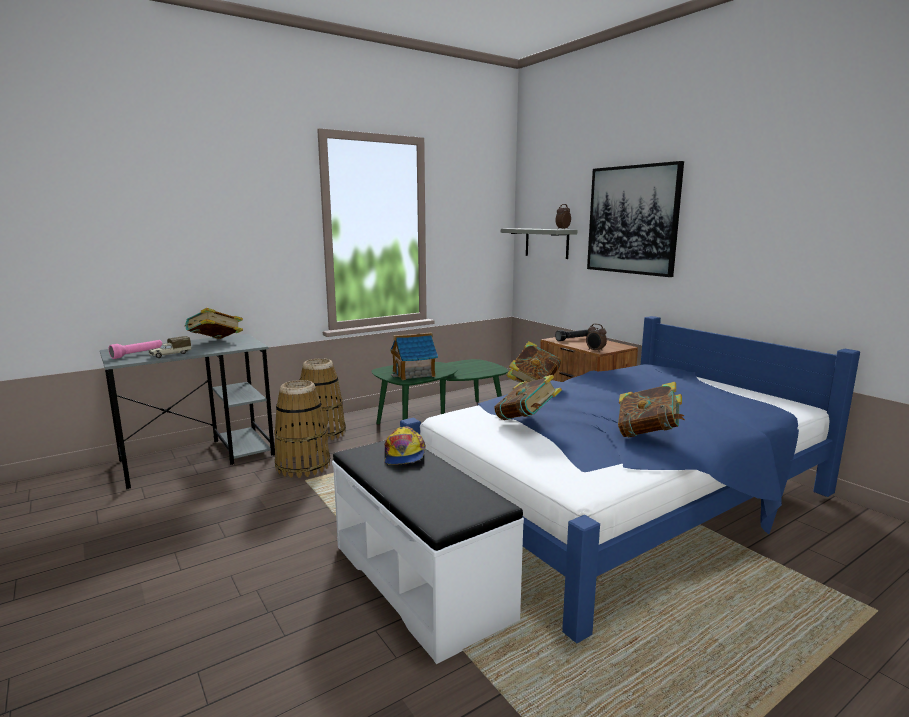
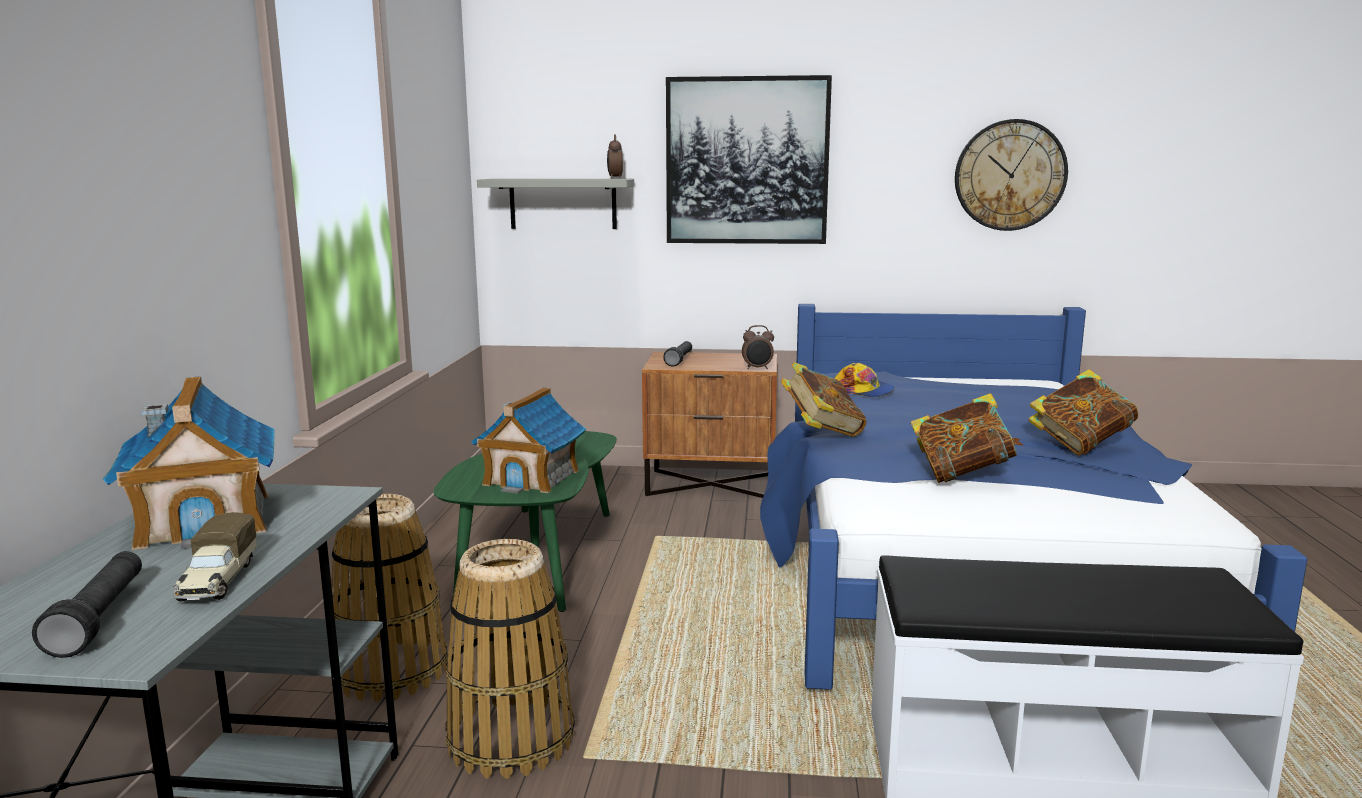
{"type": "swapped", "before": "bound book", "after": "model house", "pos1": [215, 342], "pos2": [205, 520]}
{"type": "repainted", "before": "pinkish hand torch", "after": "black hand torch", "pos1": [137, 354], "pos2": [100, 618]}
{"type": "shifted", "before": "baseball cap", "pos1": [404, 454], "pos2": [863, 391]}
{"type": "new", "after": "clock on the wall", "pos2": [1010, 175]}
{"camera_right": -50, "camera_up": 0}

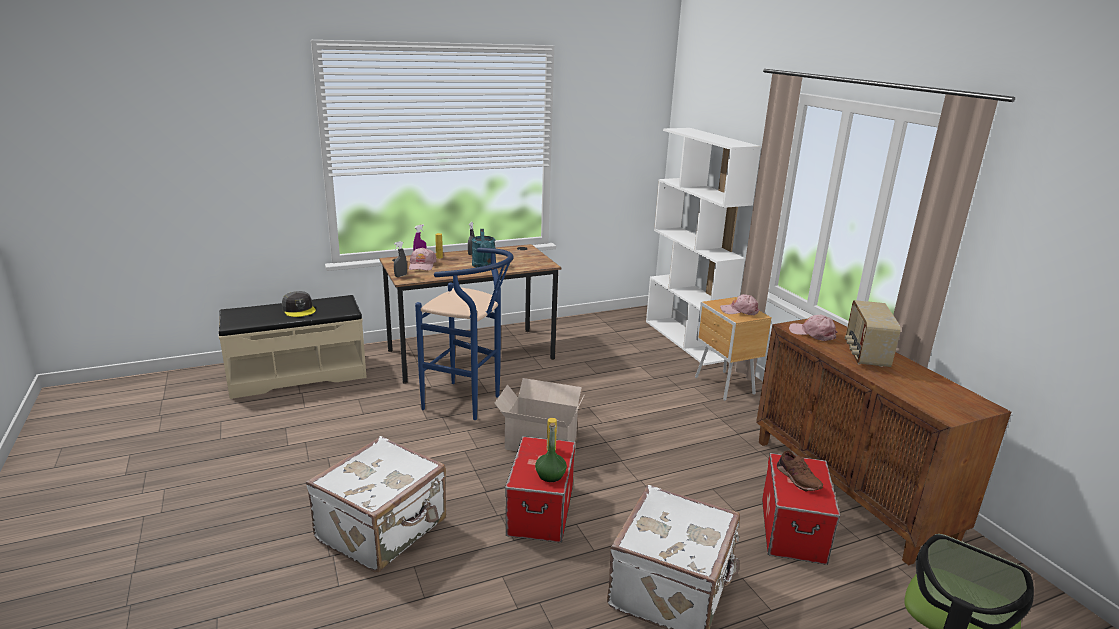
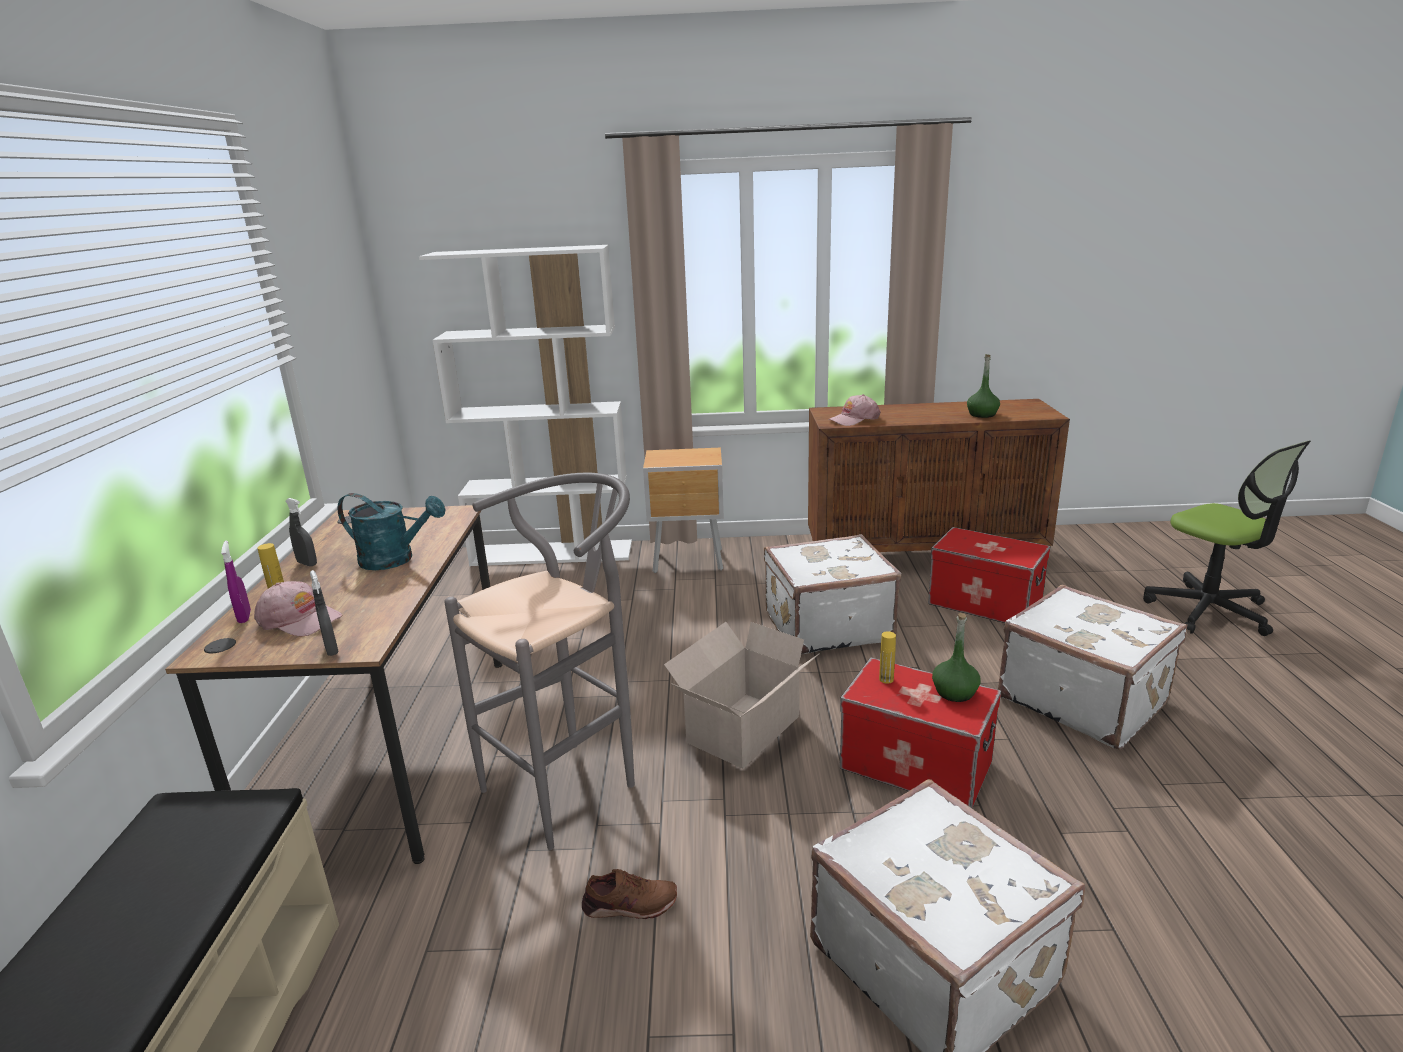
{"type": "repainted", "before": "blue stool", "after": "gray stool", "pos1": [469, 403], "pos2": [572, 783]}
{"type": "gone", "before": "gray baseball cap", "pos1": [299, 309]}
{"type": "gone", "before": "pinkish baseball cap", "pos1": [739, 311]}
{"type": "gone", "before": "radio set", "pos1": [865, 355]}
{"type": "shifted", "before": "brownish item of footwear", "pos1": [797, 478], "pos2": [629, 905]}
{"type": "new", "after": "green bottle", "pos2": [982, 414]}
{"type": "new", "after": "white-coloured travel case", "pos2": [826, 626]}
{"camera_right": -65, "camera_up": 0}

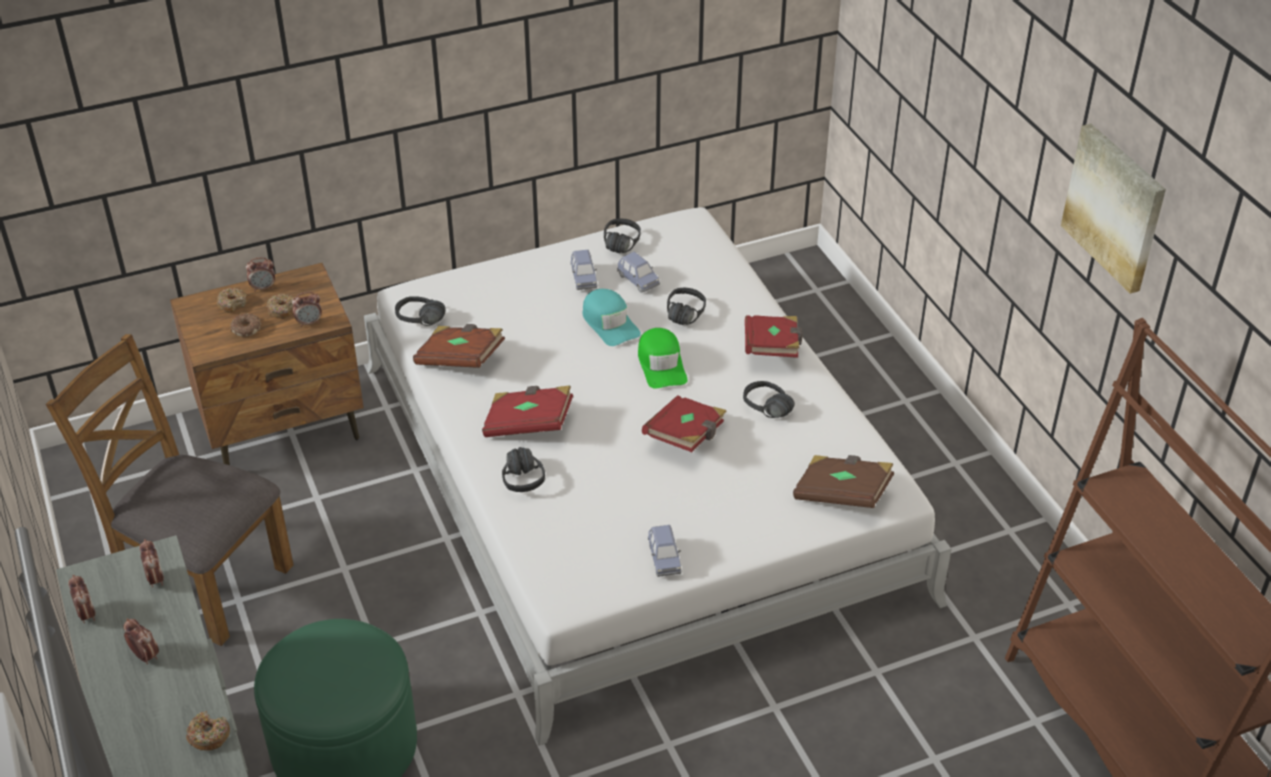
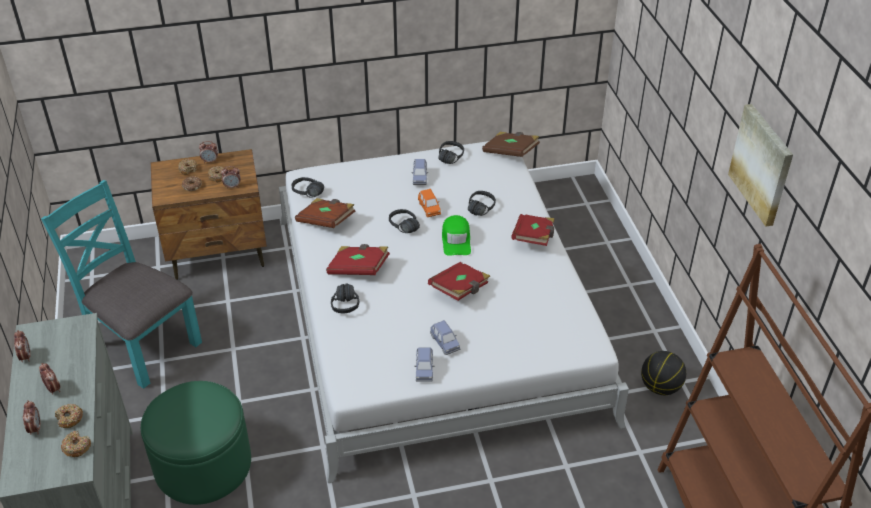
{"type": "shifted", "before": "blue toy car", "pos1": [638, 281], "pos2": [445, 343]}
{"type": "swapped", "before": "blue-green baseball cap", "after": "orangey toy car", "pos1": [609, 323], "pos2": [429, 209]}
{"type": "repainted", "before": "brownish chair", "after": "blue-green chair", "pos1": [201, 579], "pos2": [142, 344]}
{"type": "shifted", "before": "black headset", "pos1": [763, 411], "pos2": [400, 228]}
{"type": "shifted", "before": "brownish bound book", "pos1": [842, 494], "pos2": [511, 152]}
{"type": "shifted", "before": "alarm clock", "pos1": [155, 579], "pos2": [35, 428]}
{"type": "new", "after": "ball for basketball", "pos2": [660, 387]}
{"type": "new", "after": "ring doughnut", "pos2": [69, 419]}
{"camera_right": 10, "camera_up": 0}

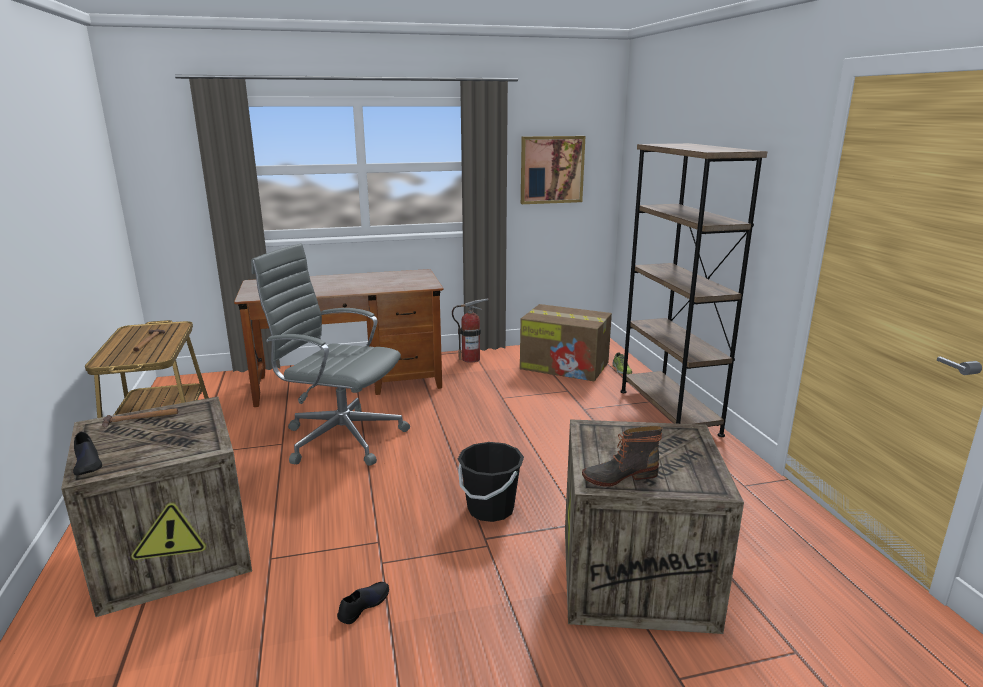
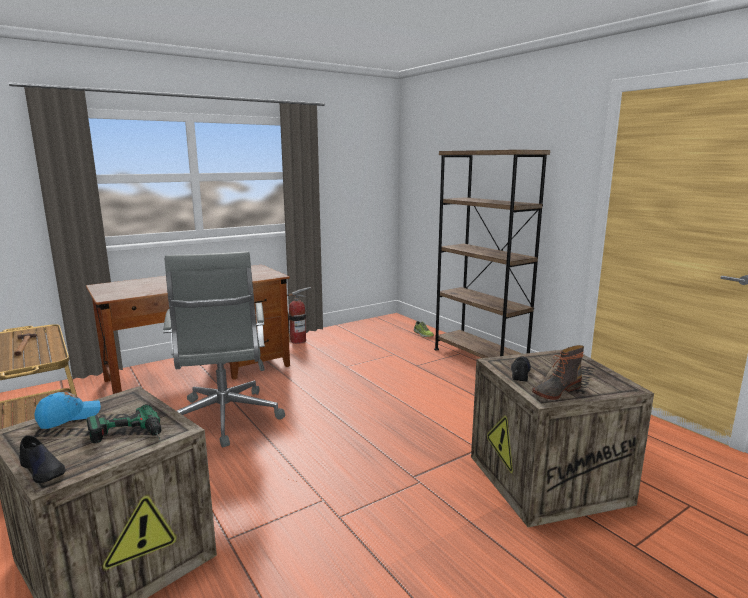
{"type": "gone", "before": "picture", "pos1": [551, 169]}
{"type": "rotated", "before": "gray office chair", "pos1": [340, 437], "pos2": [224, 419], "turn": -105}
{"type": "gone", "before": "cardboard box", "pos1": [565, 366]}
{"type": "swapped", "before": "tool hammer", "after": "blue baseball cap", "pos1": [141, 418], "pos2": [69, 417]}
{"type": "gone", "before": "black water bucket", "pos1": [490, 509]}
{"type": "shifted", "before": "black item of footwear", "pos1": [363, 606], "pos2": [520, 373]}
{"type": "new", "after": "power drill", "pos2": [128, 436]}
{"camera_right": -20, "camera_up": -5}

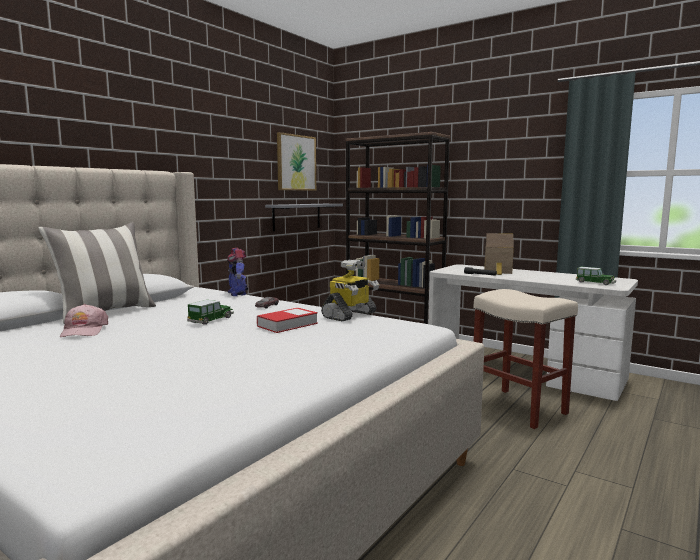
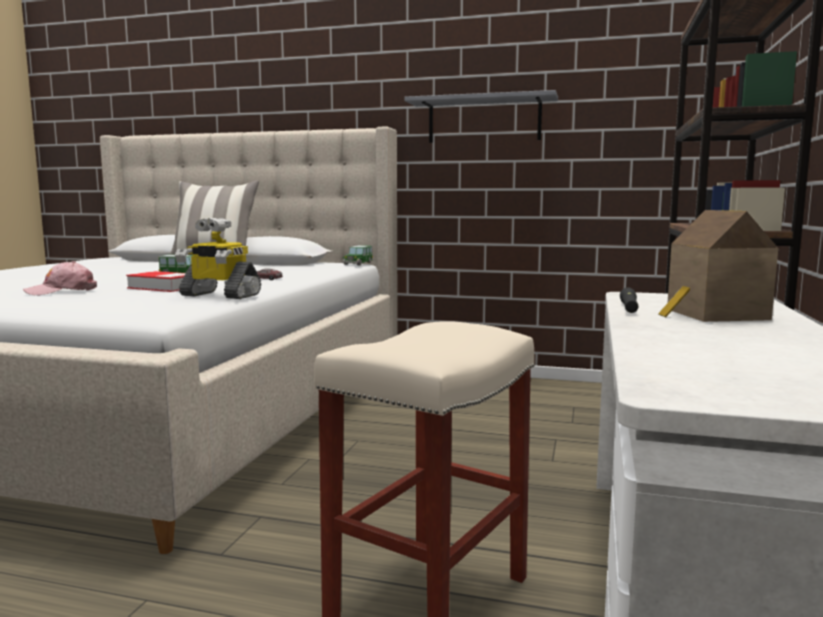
{"type": "gone", "before": "picture", "pos1": [296, 163]}
{"type": "shifted", "before": "gray bracket shelf", "pos1": [297, 216], "pos2": [484, 120]}
{"type": "gone", "before": "model robot", "pos1": [238, 293]}
{"type": "shifted", "before": "toy car", "pos1": [595, 283], "pos2": [358, 263]}
{"type": "shifted", "before": "pinkish baseball cap", "pos1": [84, 331], "pos2": [62, 291]}
{"camera_right": 70, "camera_up": 0}

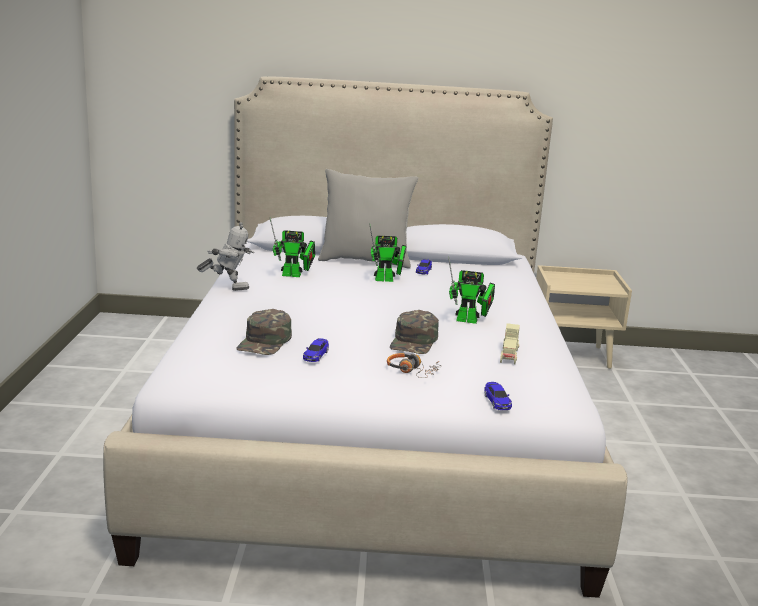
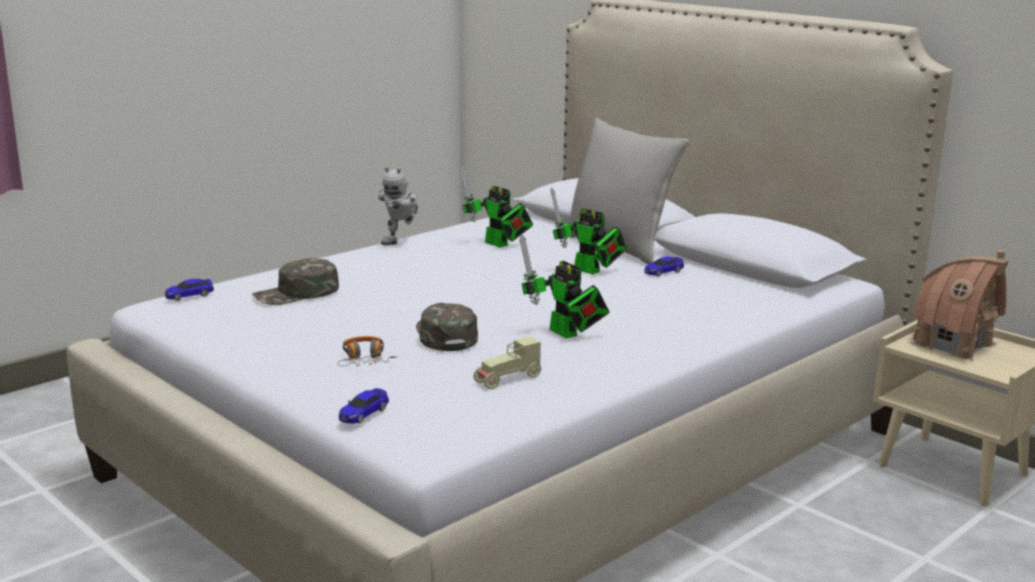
{"type": "rotated", "before": "model robot", "pos1": [227, 288], "pos2": [401, 242], "turn": 75}
{"type": "rotated", "before": "green baseball cap", "pos1": [414, 341], "pos2": [444, 335], "turn": 105}
{"type": "shifted", "before": "toy car", "pos1": [316, 355], "pos2": [189, 295]}
{"type": "new", "after": "model house", "pos2": [954, 345]}
{"camera_right": 45, "camera_up": 0}

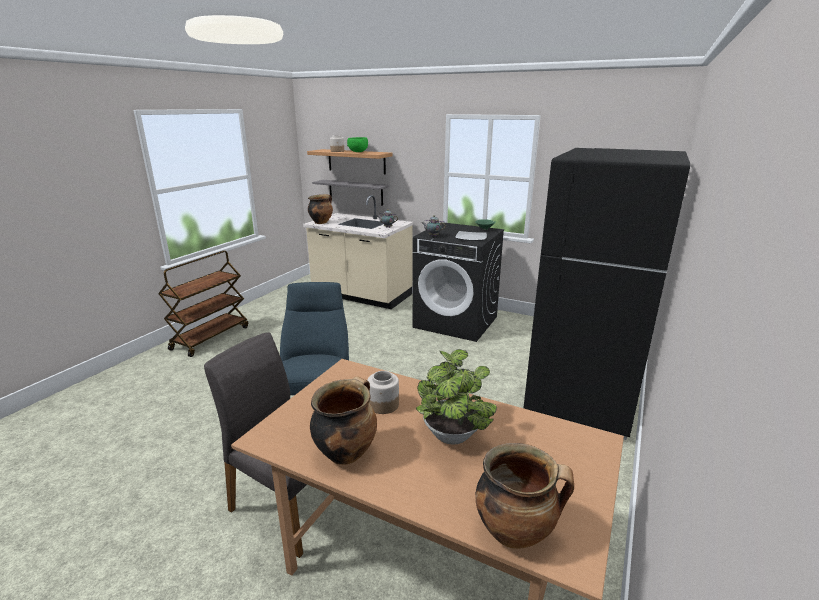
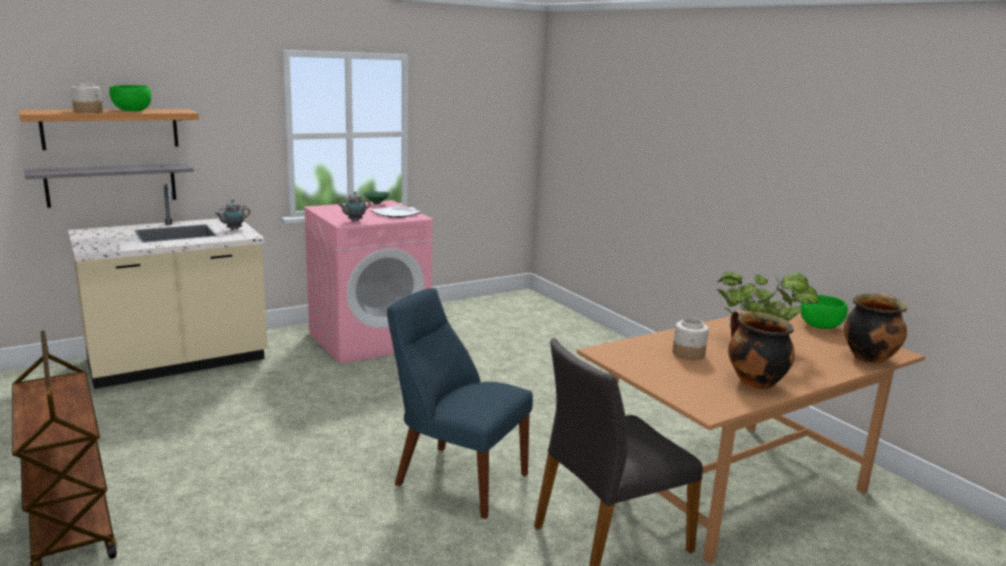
{"type": "gone", "before": "black fridge", "pos1": [582, 397]}
{"type": "gone", "before": "saucepot", "pos1": [321, 222]}
{"type": "repainted", "before": "black laundry machine", "after": "pinkish laundry machine", "pos1": [456, 322], "pos2": [369, 339]}
{"type": "new", "after": "green deep dish", "pos2": [820, 326]}
{"camera_right": -60, "camera_up": -5}

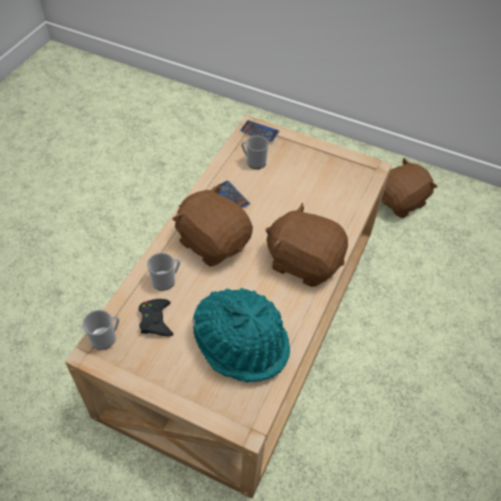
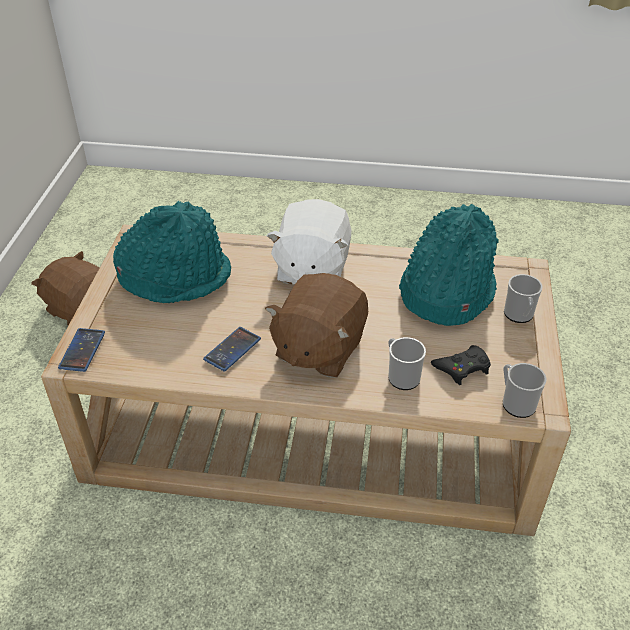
{"type": "shifted", "before": "coffee mug", "pos1": [254, 161], "pos2": [519, 316]}
{"type": "repainted", "before": "brownish soft toy", "after": "white-coloured soft toy", "pos1": [304, 261], "pos2": [311, 268]}
{"type": "new", "after": "blue-green clothing hat", "pos2": [176, 276]}
{"camera_right": -105, "camera_up": -10}

